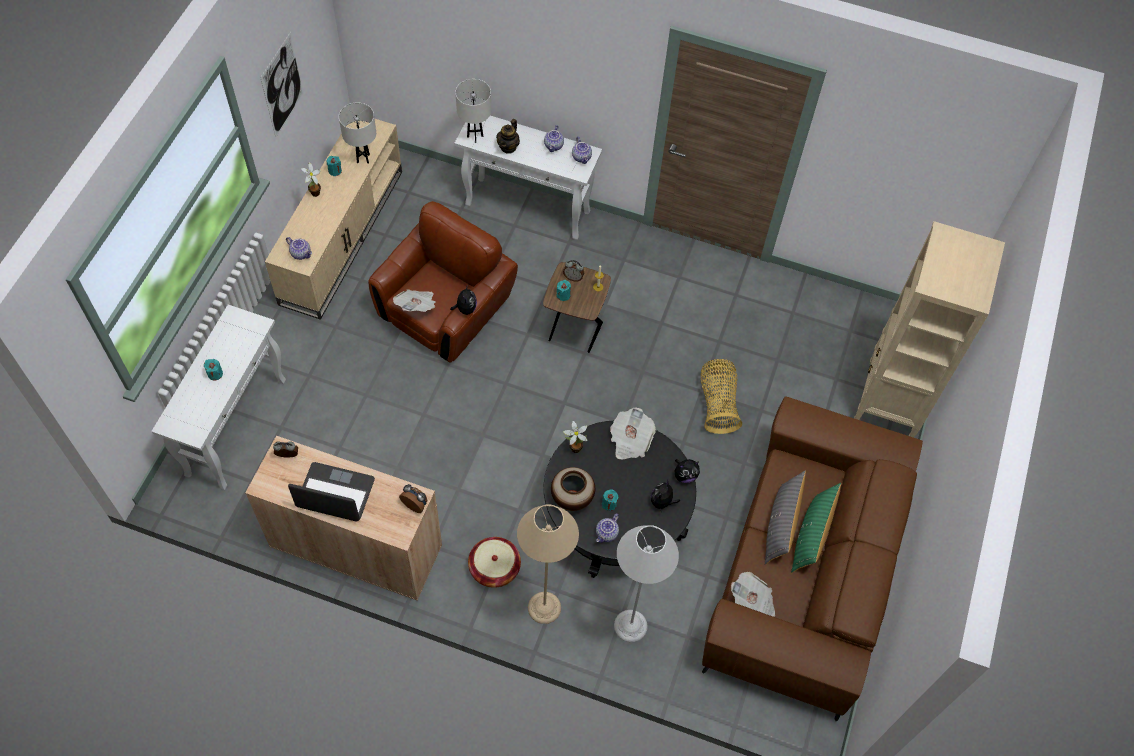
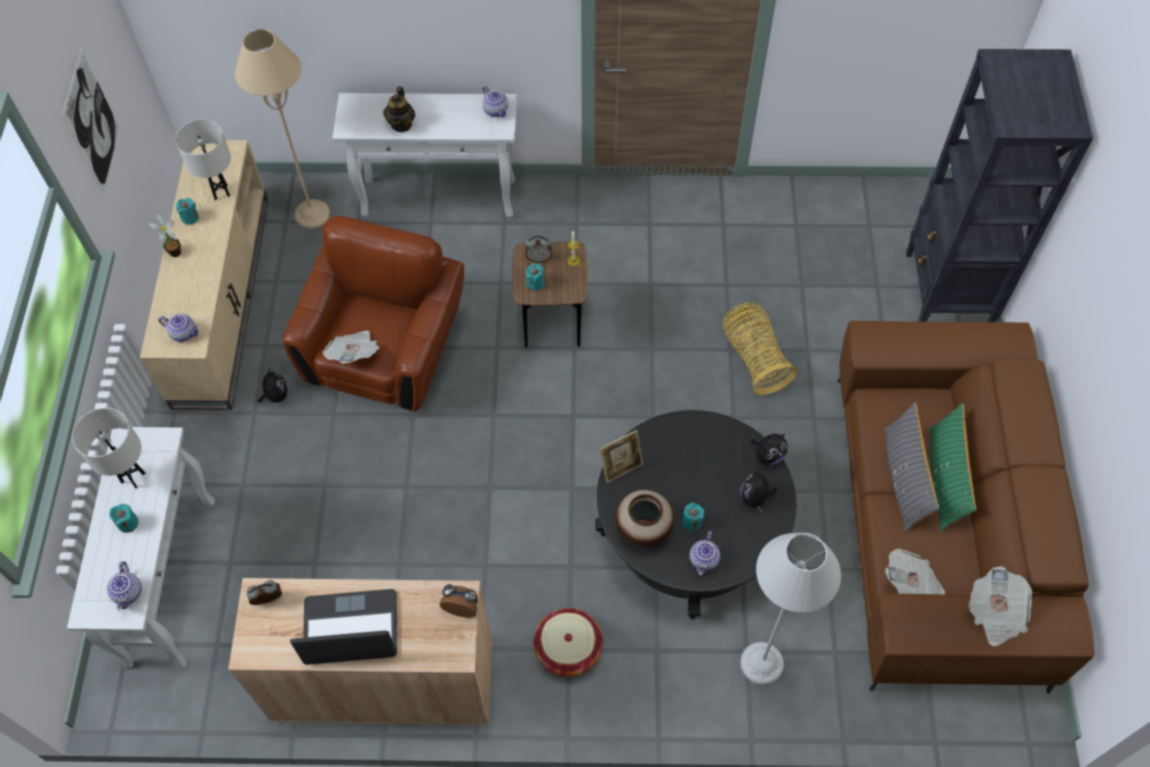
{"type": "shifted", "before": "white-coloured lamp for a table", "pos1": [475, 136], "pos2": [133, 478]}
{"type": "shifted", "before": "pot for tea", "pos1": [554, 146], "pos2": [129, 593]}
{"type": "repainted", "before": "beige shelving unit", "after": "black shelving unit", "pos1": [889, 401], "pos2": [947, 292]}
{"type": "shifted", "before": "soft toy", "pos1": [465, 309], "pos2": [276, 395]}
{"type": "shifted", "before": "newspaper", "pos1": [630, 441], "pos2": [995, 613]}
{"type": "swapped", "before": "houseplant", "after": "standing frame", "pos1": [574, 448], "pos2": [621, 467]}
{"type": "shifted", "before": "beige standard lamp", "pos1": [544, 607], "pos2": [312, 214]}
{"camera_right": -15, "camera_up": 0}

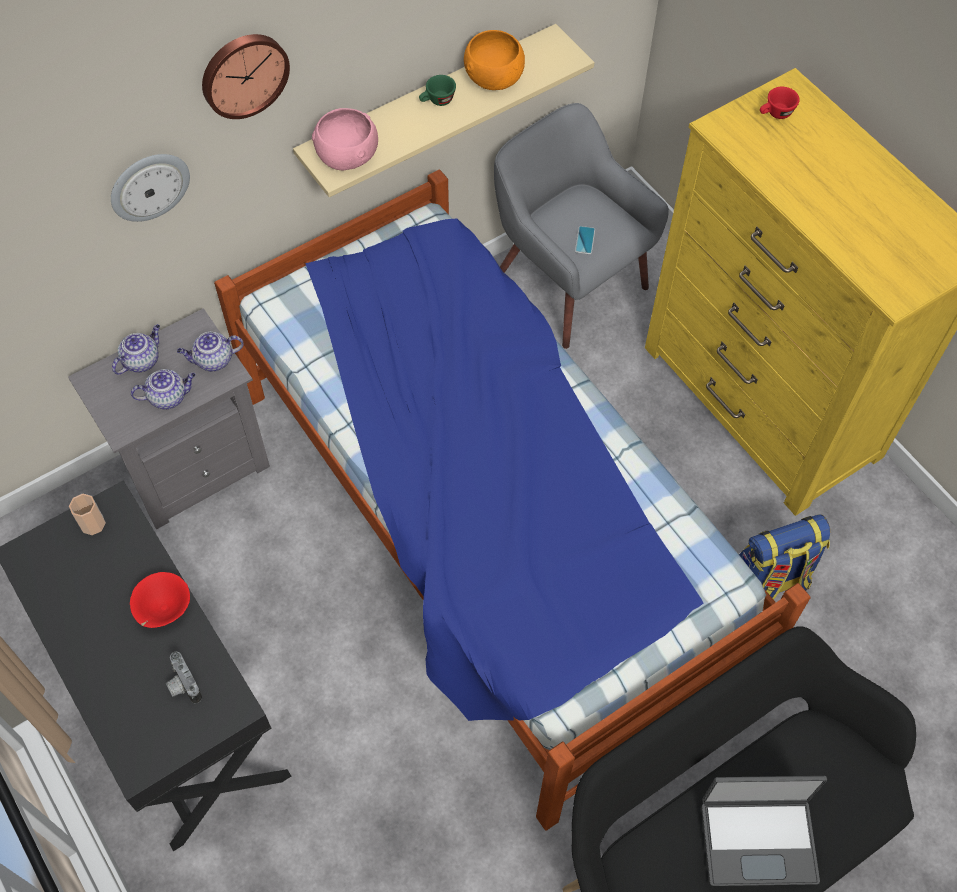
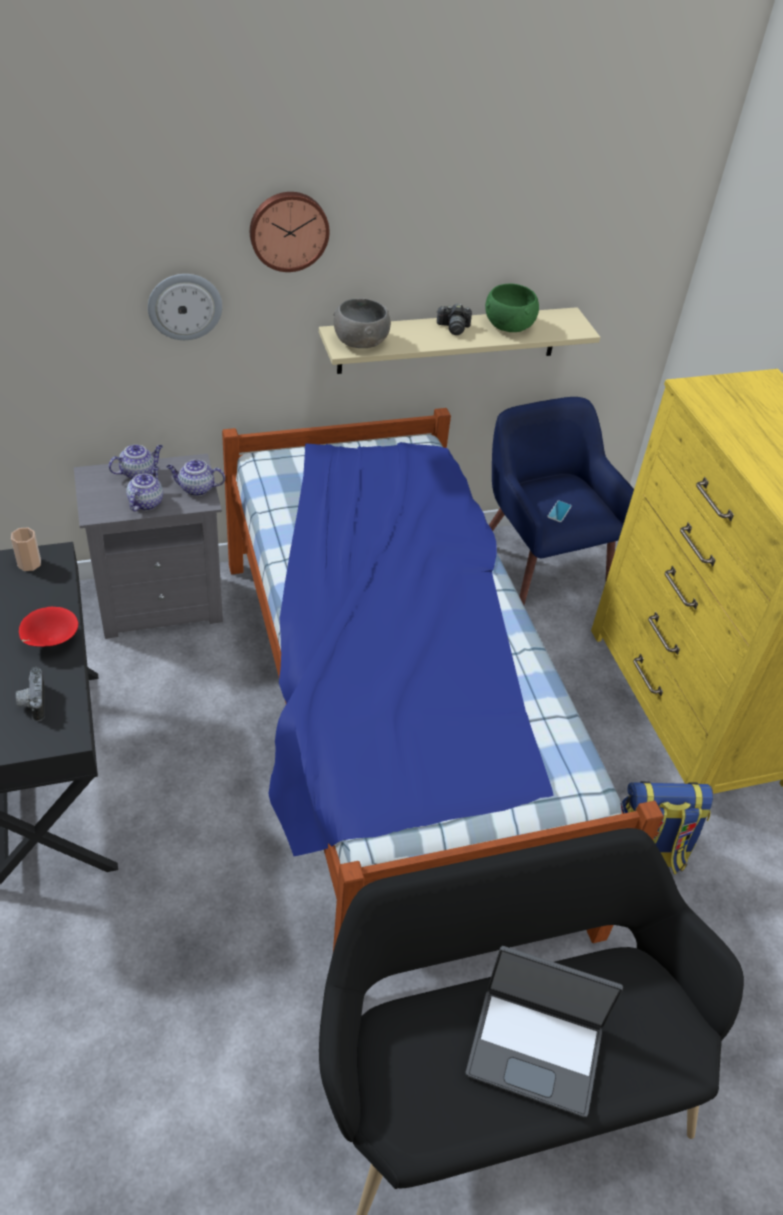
{"type": "repainted", "before": "orangey deep dish", "after": "green deep dish", "pos1": [494, 77], "pos2": [509, 325]}
{"type": "swapped", "before": "green drinking cup", "after": "photo camera", "pos1": [437, 101], "pos2": [453, 328]}
{"type": "gone", "before": "reddish drinking cup", "pos1": [775, 114]}
{"type": "repainted", "before": "gray lounge chair", "after": "blue lounge chair", "pos1": [567, 282], "pos2": [540, 564]}
{"type": "repainted", "before": "pinkish deep dish", "after": "gray deep dish", "pos1": [347, 155], "pos2": [360, 341]}
{"type": "rotated", "before": "pot for tea", "pos1": [169, 397], "pos2": [146, 502], "turn": -75}
{"camera_right": 15, "camera_up": -15}

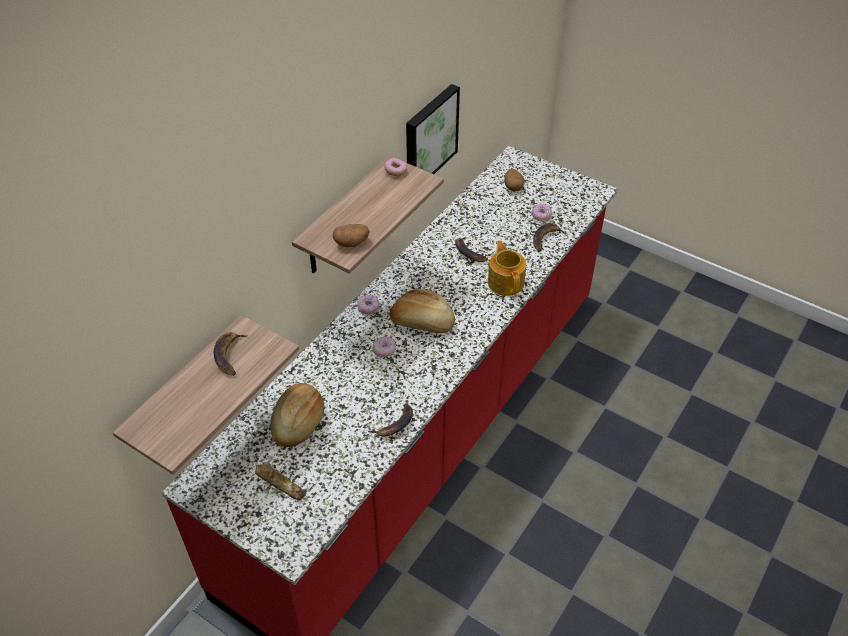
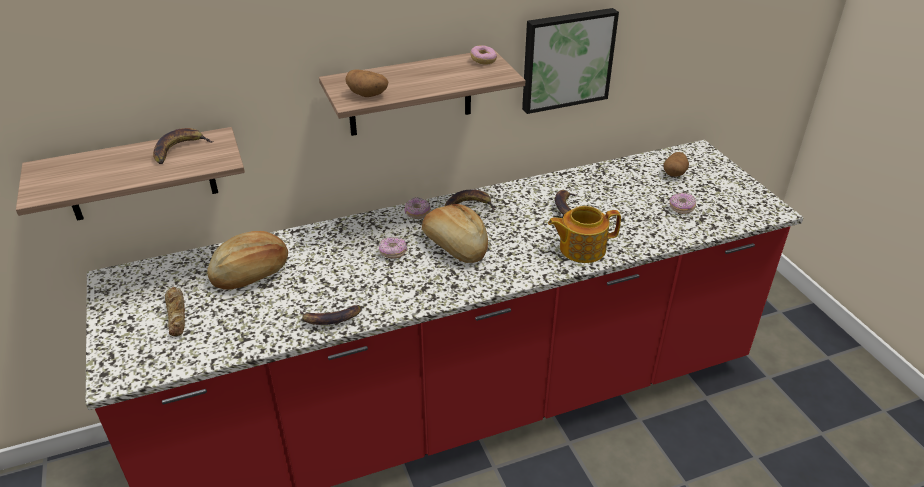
{"type": "shifted", "before": "banana fruit", "pos1": [546, 238], "pos2": [468, 206]}
{"type": "rotated", "before": "pot for tea", "pos1": [506, 282], "pos2": [581, 248], "turn": -120}
{"camera_right": 35, "camera_up": -10}

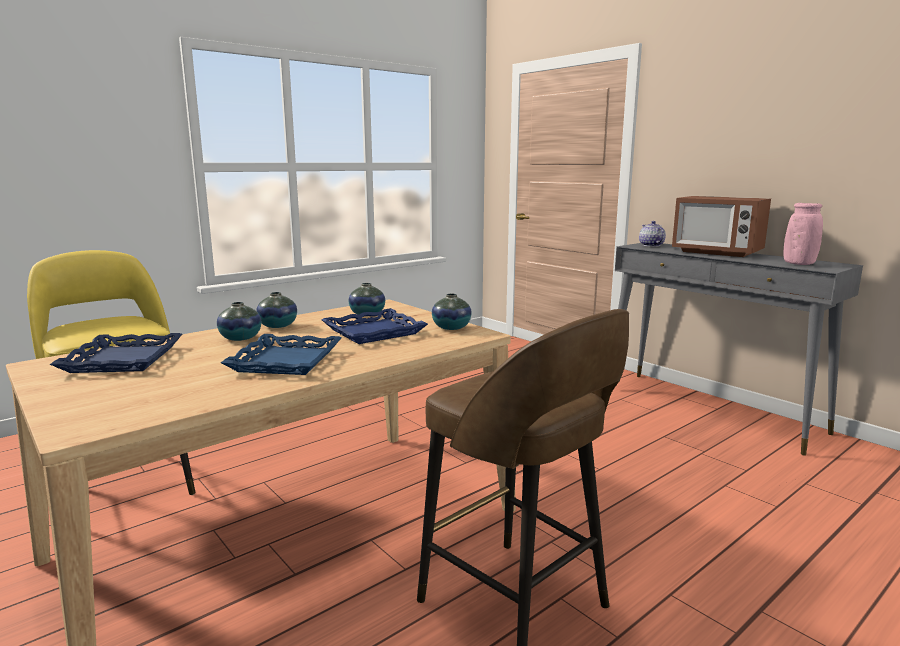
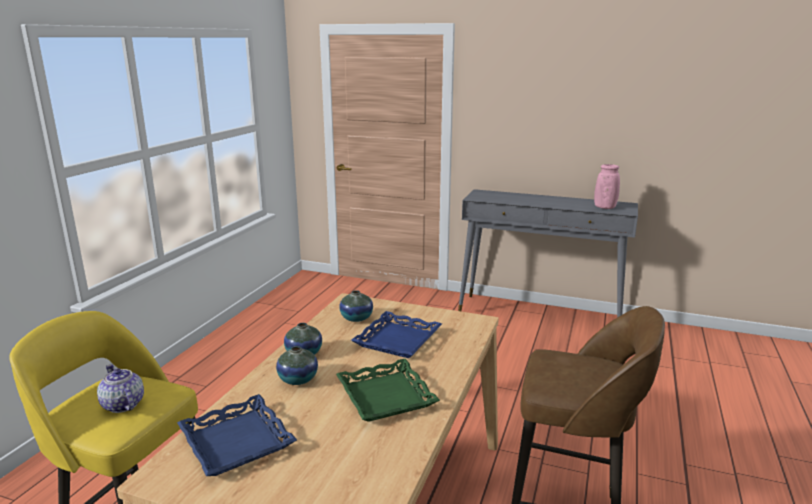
{"type": "gone", "before": "kitchen microwave", "pos1": [717, 252]}
{"type": "shifted", "before": "pot for tea", "pos1": [651, 245], "pos2": [123, 405]}
{"type": "gone", "before": "decorative vase", "pos1": [451, 328]}
{"type": "repainted", "before": "blue serving tray", "after": "green serving tray", "pos1": [286, 361], "pos2": [386, 396]}
{"camera_right": -30, "camera_up": 5}

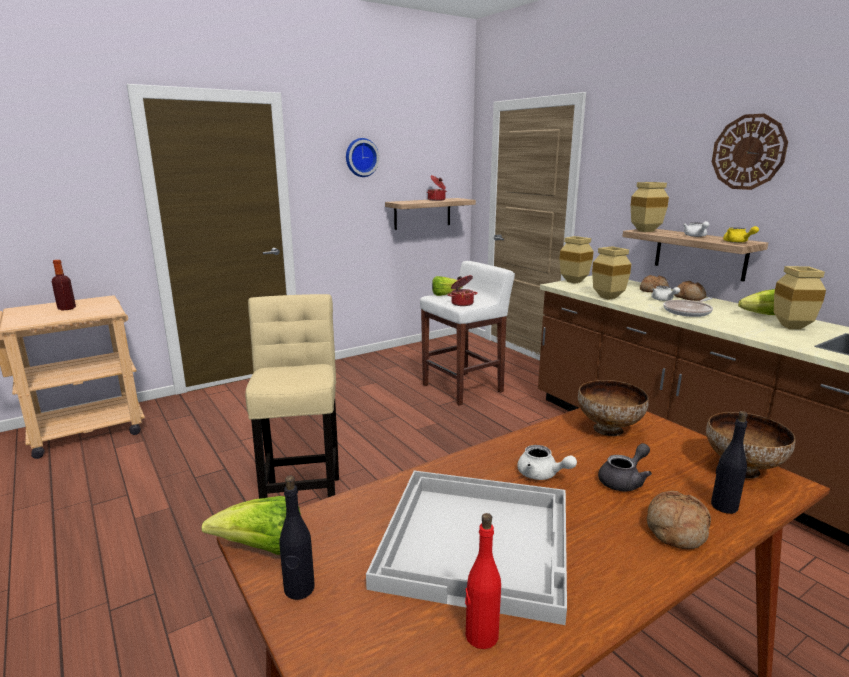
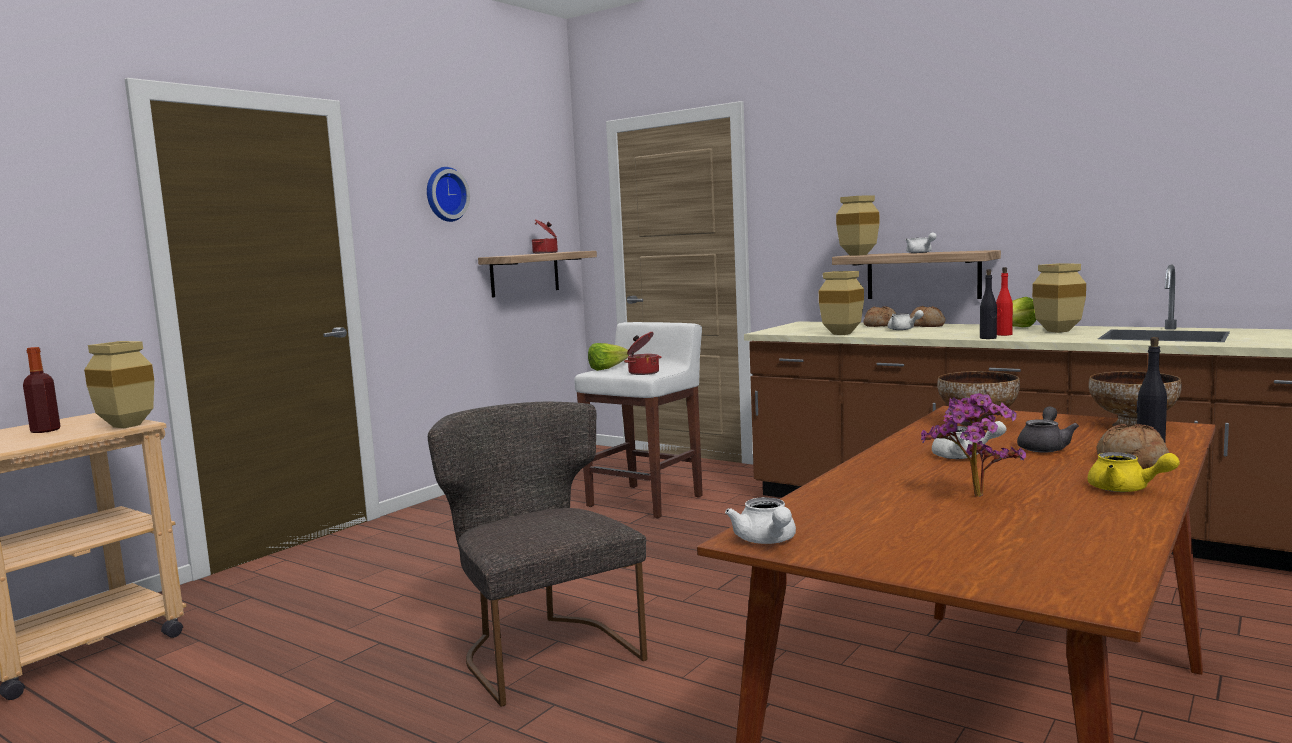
{"type": "gone", "before": "clock on the wall", "pos1": [748, 152]}
{"type": "shifted", "before": "yellowish pot for tea", "pos1": [737, 242], "pos2": [1126, 489]}
{"type": "shifted", "before": "beige decorative vase", "pos1": [575, 282], "pos2": [130, 426]}
{"type": "swapped", "before": "beige stool", "after": "gray chair", "pos1": [303, 502], "pos2": [542, 650]}
{"type": "gone", "before": "skillet", "pos1": [688, 311]}
{"type": "swapped", "before": "white-coloured serving tray", "after": "houseplant", "pos1": [478, 540], "pos2": [974, 498]}
{"type": "shifted", "before": "black bottle", "pos1": [299, 589], "pos2": [988, 338]}
{"type": "swapped", "before": "head of lettuce", "after": "white-coloured pot for tea", "pos1": [263, 549], "pos2": [767, 541]}
{"type": "shifted", "before": "reddish bottle", "pos1": [481, 636], "pos2": [1003, 334]}
{"camera_right": -20, "camera_up": -10}

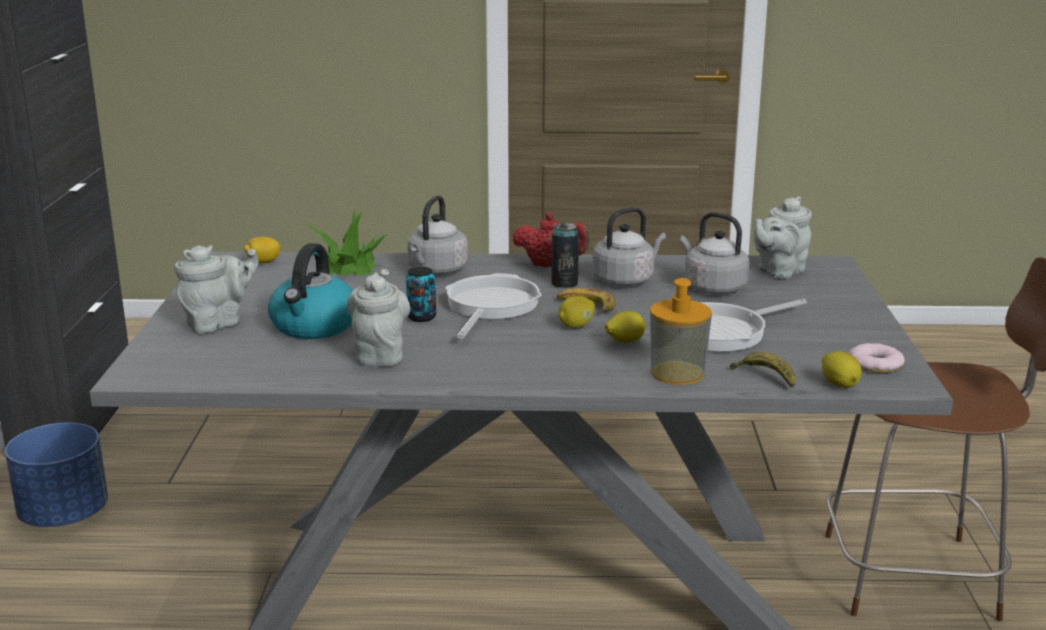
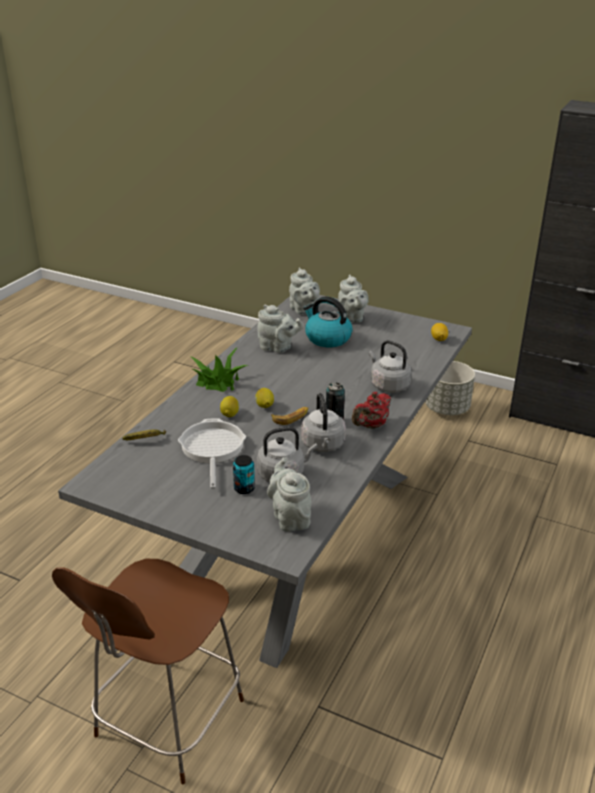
{"type": "shifted", "before": "houseplant", "pos1": [350, 265], "pos2": [218, 382]}
{"type": "shifted", "before": "metal can", "pos1": [421, 317], "pos2": [244, 488]}
{"type": "gone", "before": "skillet", "pos1": [490, 307]}
{"type": "gone", "before": "soap dispenser", "pos1": [677, 373]}
{"type": "gone", "before": "ring doughnut", "pos1": [875, 364]}
{"type": "gone", "before": "whole lemon", "pos1": [839, 384]}
{"type": "repainted", "before": "blue plant pot", "after": "gray plant pot", "pos1": [64, 515], "pos2": [447, 408]}
{"type": "new", "after": "gray pot for tea", "pos2": [303, 310]}
{"camera_right": 115, "camera_up": 10}

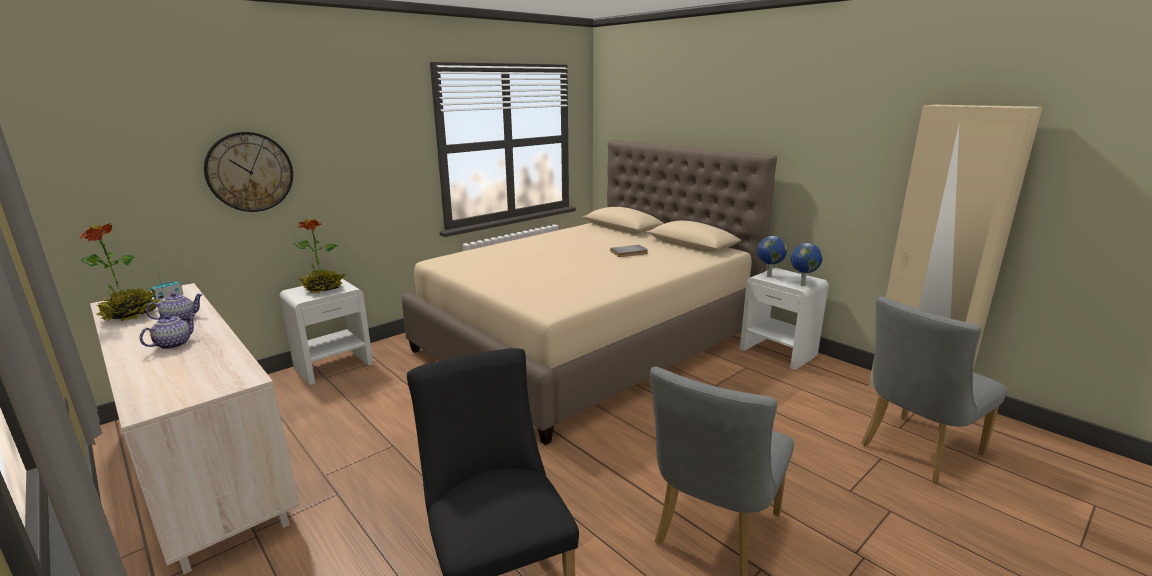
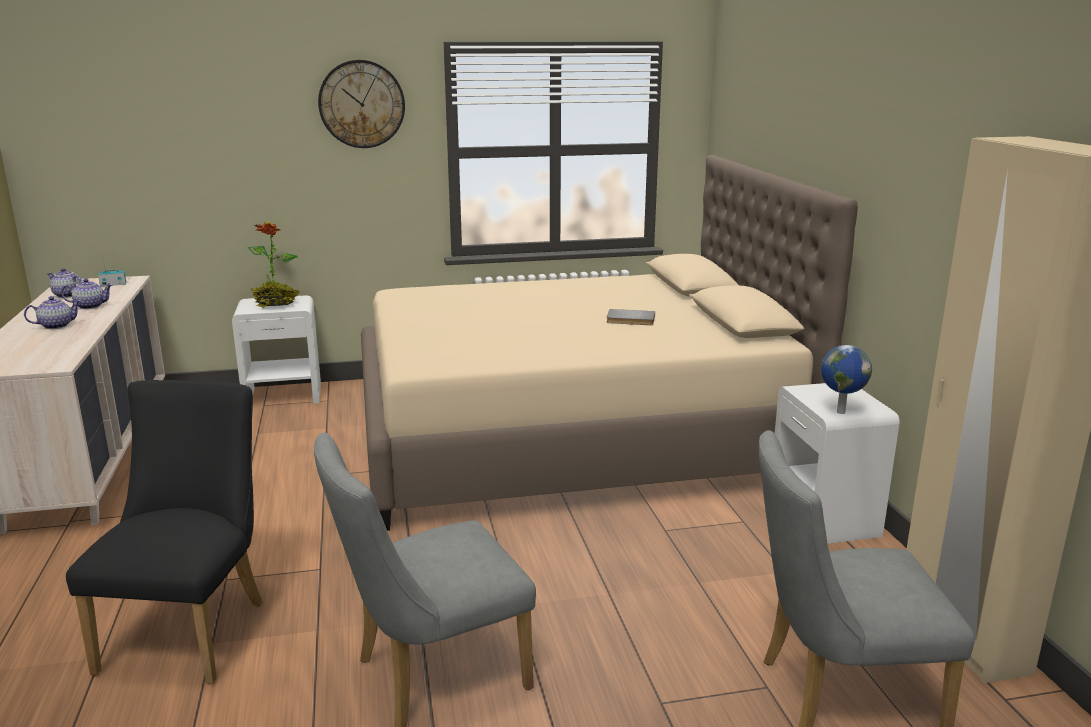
{"type": "shifted", "before": "clock on the wall", "pos1": [249, 172], "pos2": [362, 104]}
{"type": "swapped", "before": "houseplant", "after": "pot for tea", "pos1": [131, 315], "pos2": [67, 295]}
{"type": "gone", "before": "desk globe", "pos1": [768, 276]}
{"camera_right": 30, "camera_up": 0}

